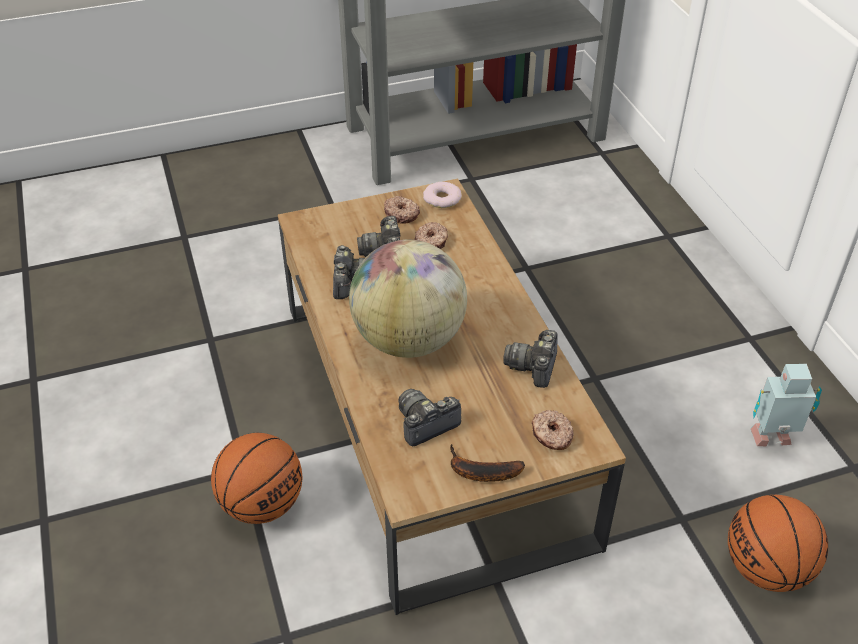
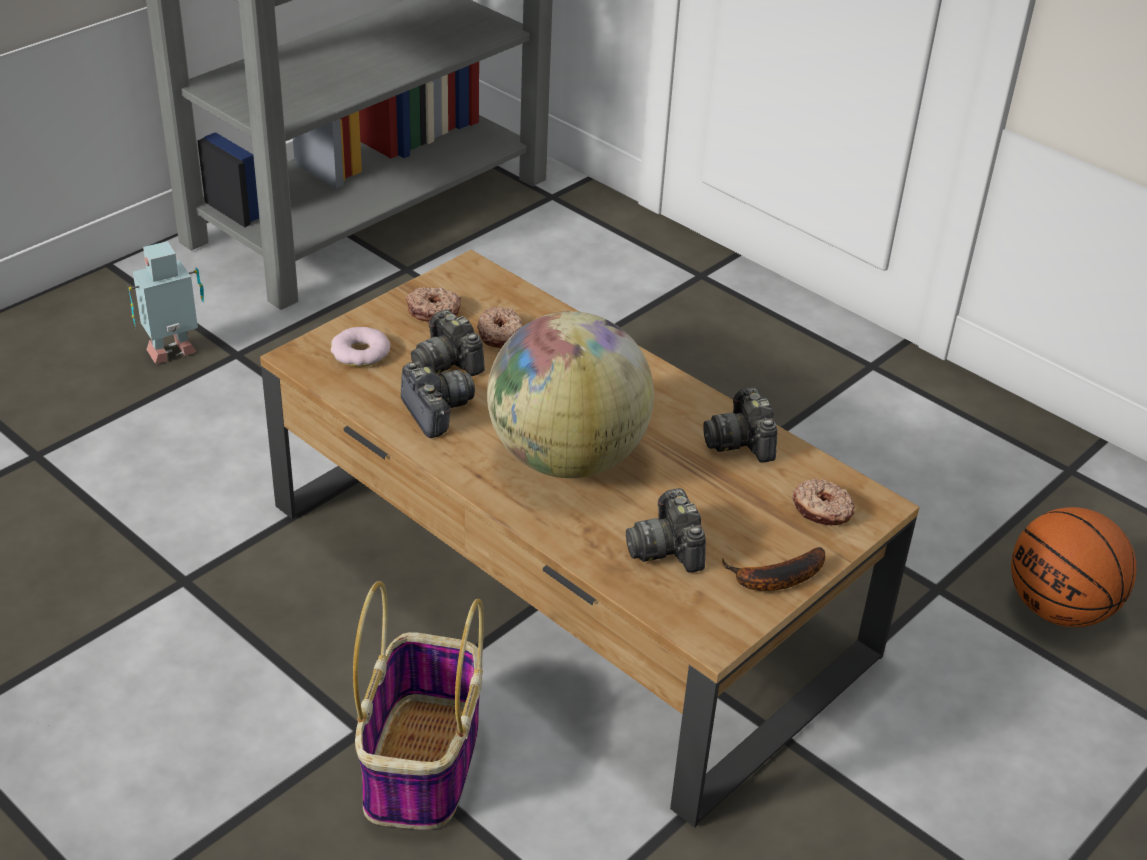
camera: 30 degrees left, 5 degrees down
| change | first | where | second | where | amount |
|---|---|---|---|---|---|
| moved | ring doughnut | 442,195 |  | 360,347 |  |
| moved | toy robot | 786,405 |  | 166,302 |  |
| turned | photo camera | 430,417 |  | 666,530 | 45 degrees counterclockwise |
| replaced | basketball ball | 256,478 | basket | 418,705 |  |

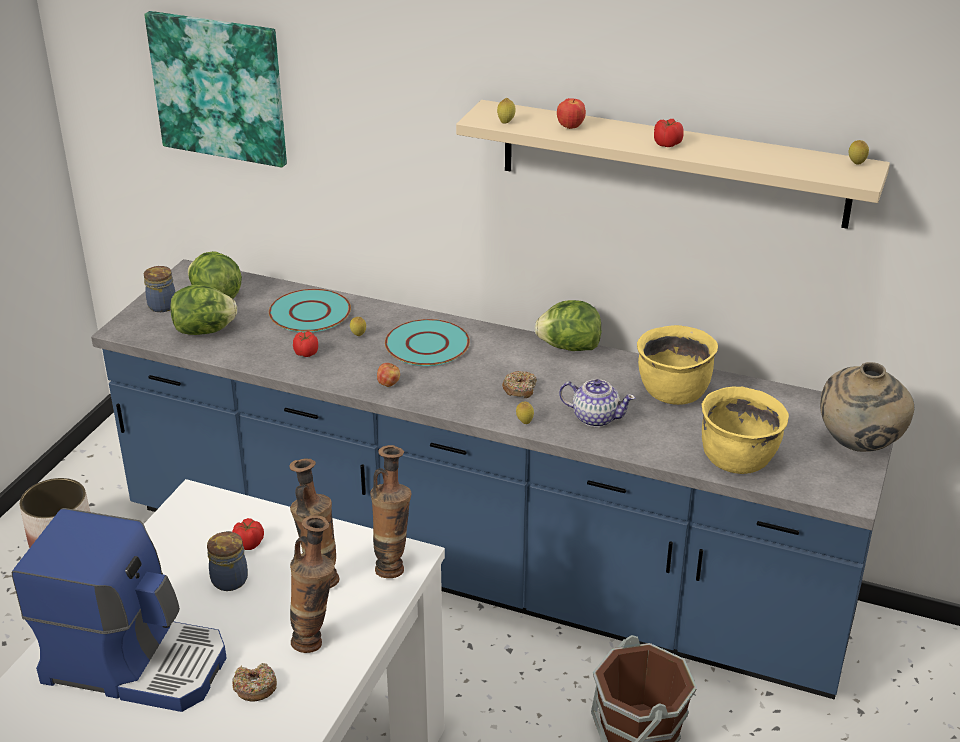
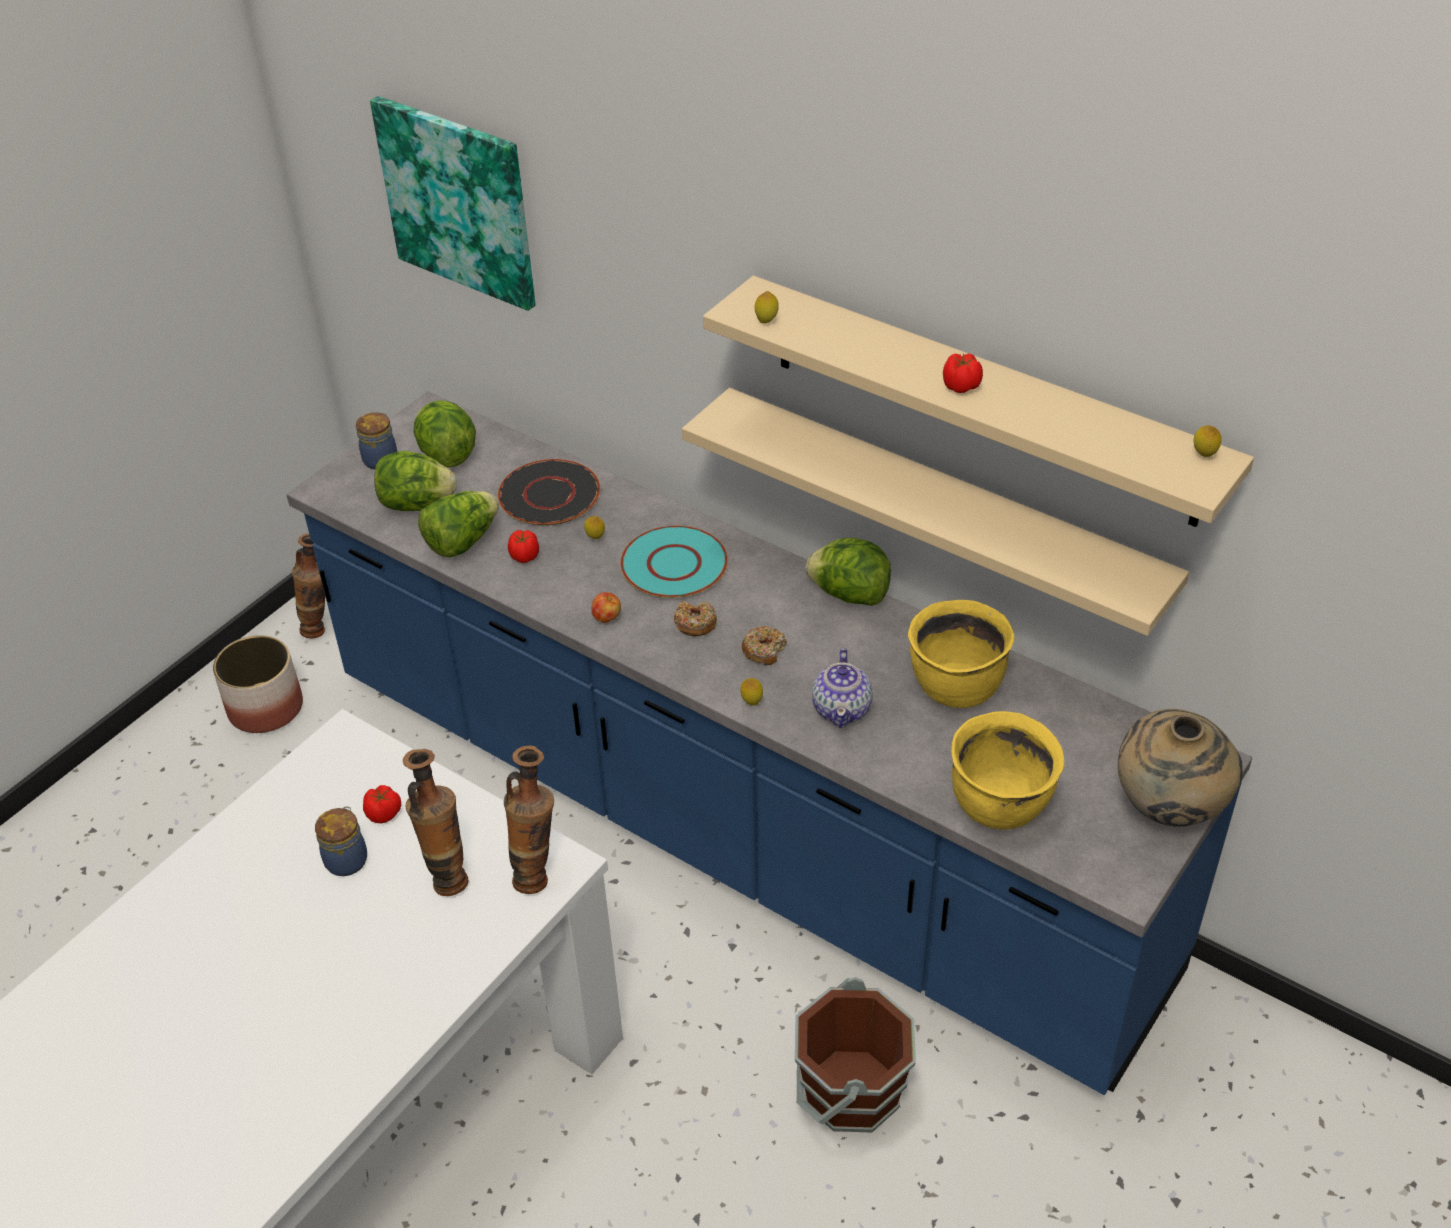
camera: 15 degrees right, 10 degrees up
| change | first | where | second | where | amount |
|---|---|---|---|---|---|
| removed | apple | 571,113 |  |  |  |
| recoloured | plate (turquoise) | 310,311 | plate (black-coloured) | 549,492 |  |
| turned | tea pot | 597,403 |  | 842,688 | 60 degrees clockwise |
| removed | coffee brewer | 119,610 |  |  |  |
| moved | flower vase | 312,584 |  | 308,586 |  |
| moved | ring doughnut | 254,682 |  | 695,618 |  |
| added |  |  | shelf (beige-coloured) | 935,512 |  |
| added |  |  | lettuce head | 458,524 |  |

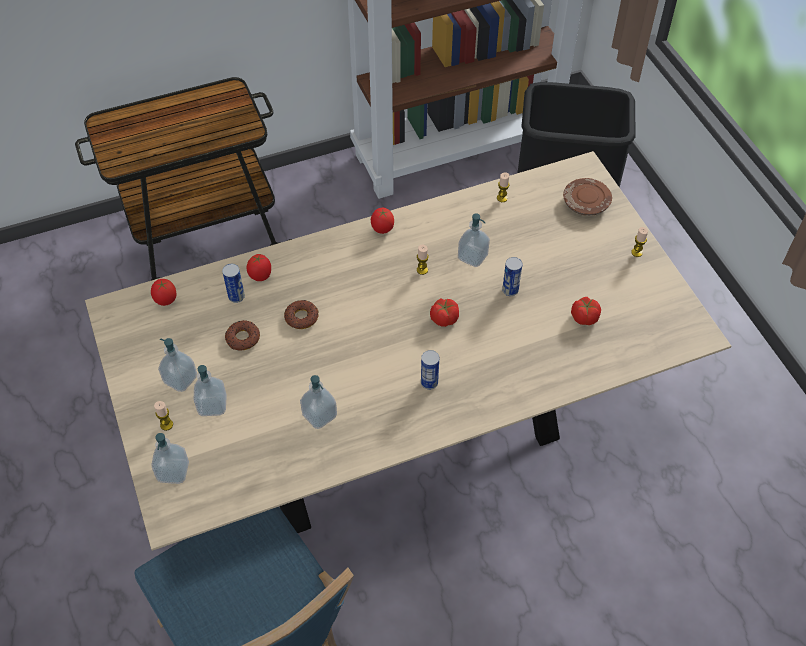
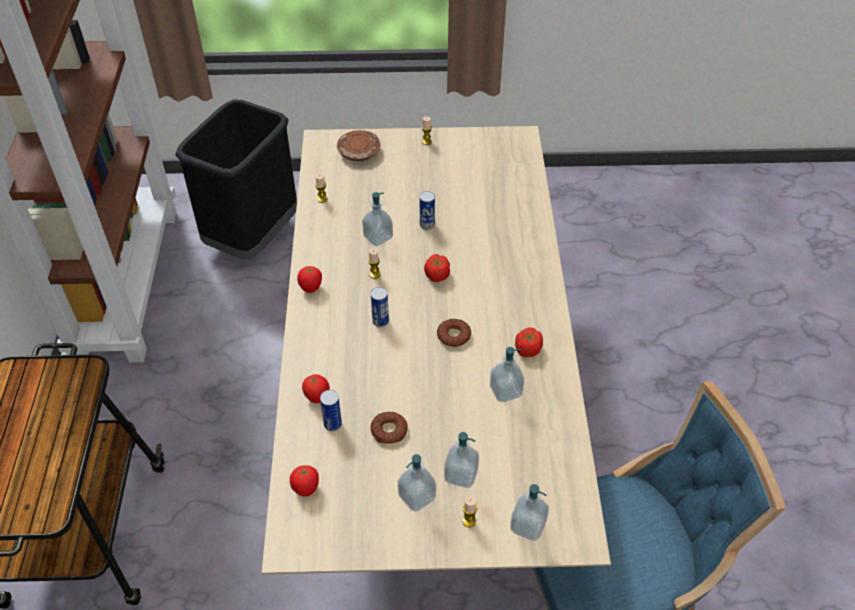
camera: 70 degrees left, 5 degrees down
| change | first | where | second | where | amount |
|---|---|---|---|---|---|
| moved | fresh tomato | 586,311 |  | 529,342 |  |
| moved | ring doughnut | 301,314 |  | 454,333 |  |
| moved | sealed can | 430,370 |  | 380,307 |  |

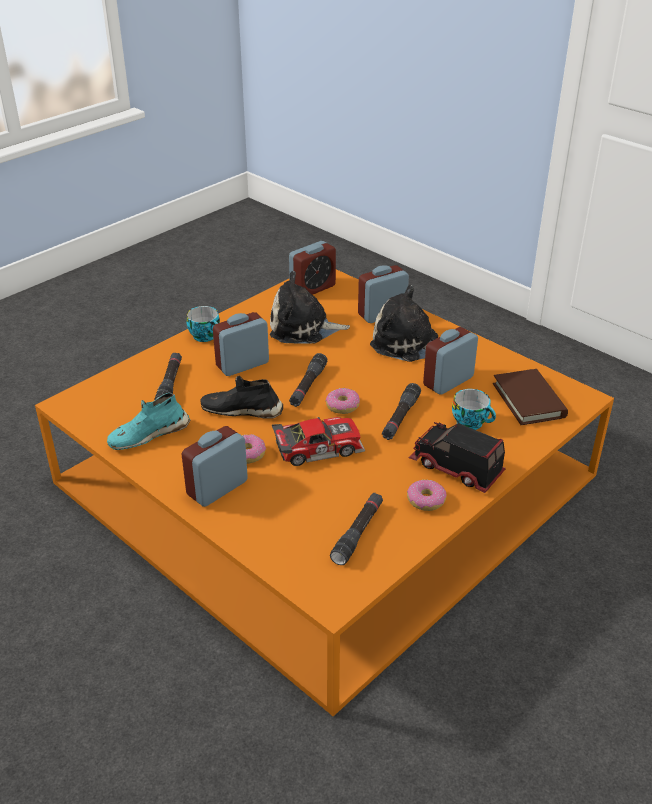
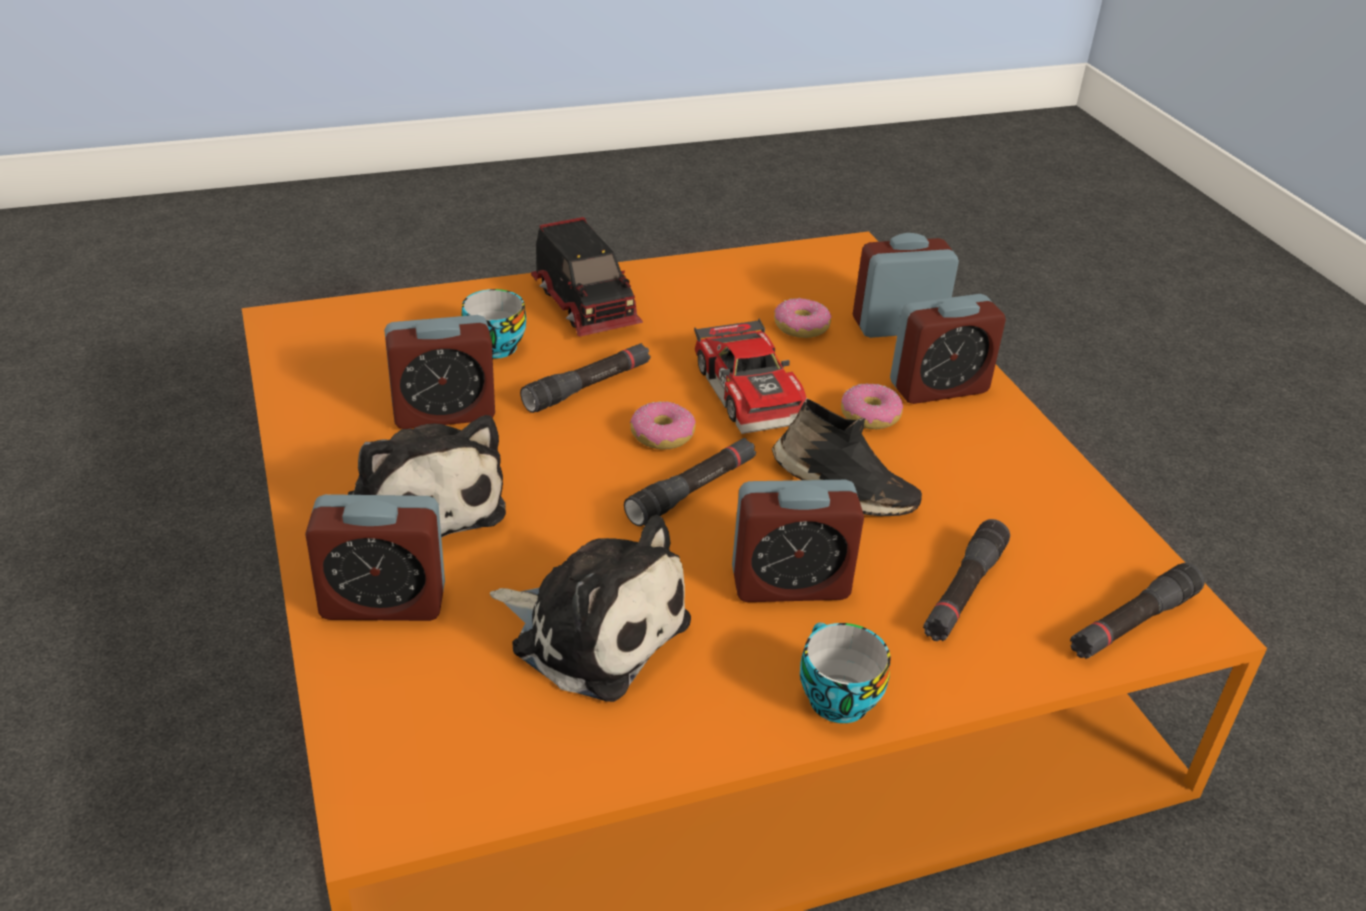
camera: 155 degrees left, 0 degrees up
| change | first | where | second | where | amount |
|---|---|---|---|---|---|
| moved | alarm clock | 312,268 |  | 906,285 |  |
| removed | bound book (brown-coloured) | 530,397 |  |  |  |
| removed | item of footwear (turquoise) | 149,421 |  |  |  |
| turned | miniature car | 318,441 |  | 750,376 | 120 degrees counterclockwise |
| moved | ring doughnut | 427,495 |  | 803,318 |  |
| moved | flashlight (black-coloured) | 356,529 |  | 1137,611 |  |

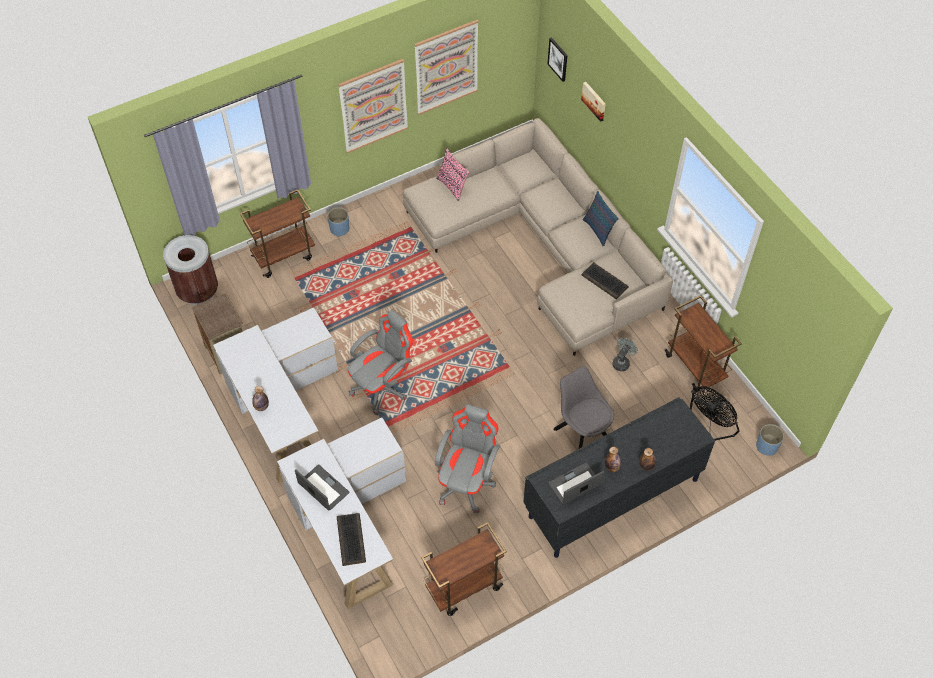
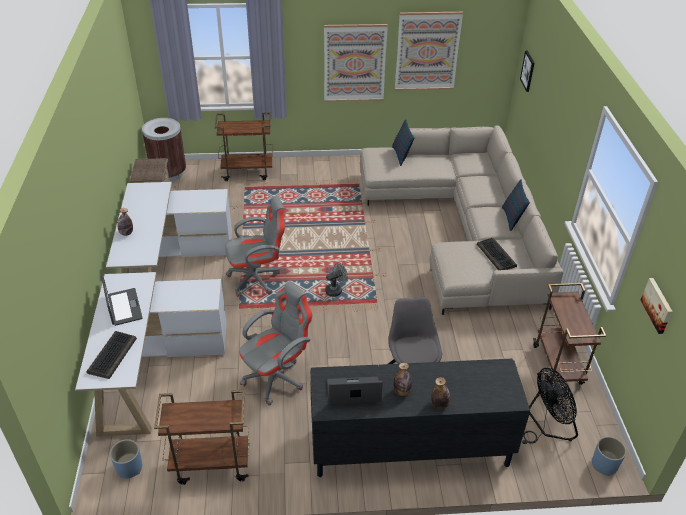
camera: 25 degrees right, 15 degrees down
| change | first | where | second | where | amount |
|---|---|---|---|---|---|
| moved | wall picture | 593,102 |  | 657,306 |  |
| recoloured | throw pillow (pinkish) | 452,175 | throw pillow (blue-coloured) | 403,142 |  |
| moved | planter (blue-coloured) | 338,222 |  | 126,458 |  |
| moved | cooling fan (gray) | 625,354 |  | 336,280 |  |

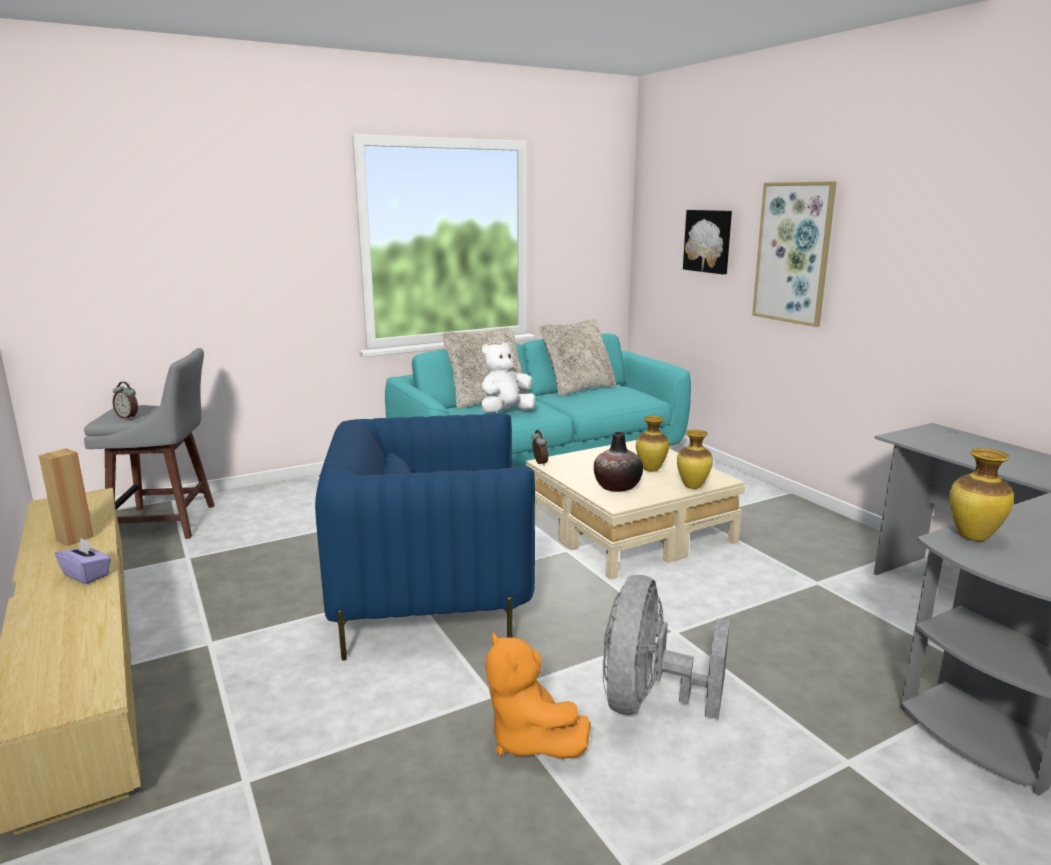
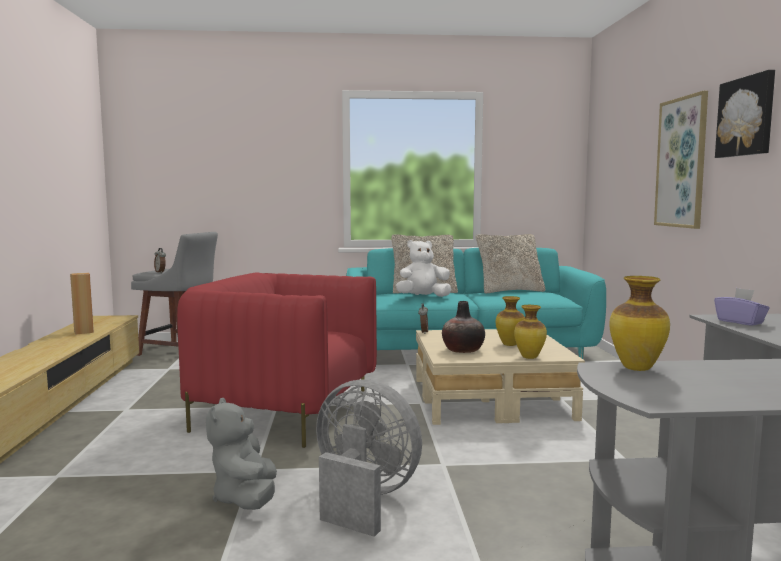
camera: 25 degrees right, 10 degrees down
| change | first | where | second | where | amount |
|---|---|---|---|---|---|
| moved | wall picture | 707,242 |  | 745,114 |  |
| recoloured | lounge chair (blue-coloured) | 425,536 | lounge chair (red) | 277,360 |  |
| moved | tissue box (purple) | 83,561 |  | 742,307 |  |
| turned | cooling fan (gray) | 666,647 |  | 369,458 | 75 degrees clockwise |
| recoloured | plush toy (orange) | 538,695 | plush toy (gray) | 241,454 |  |

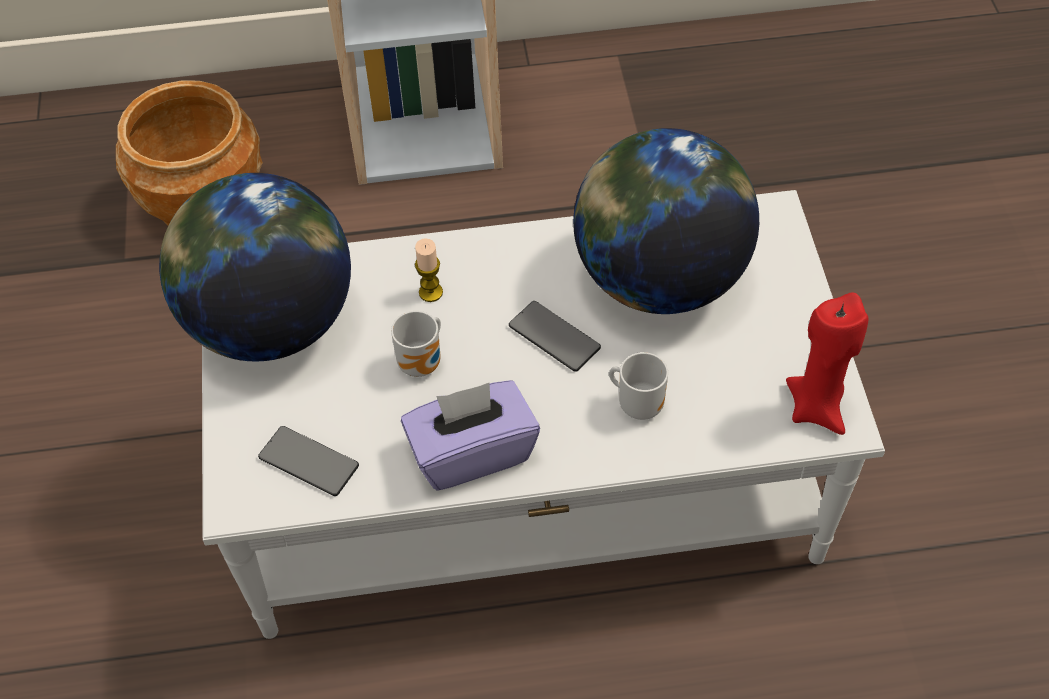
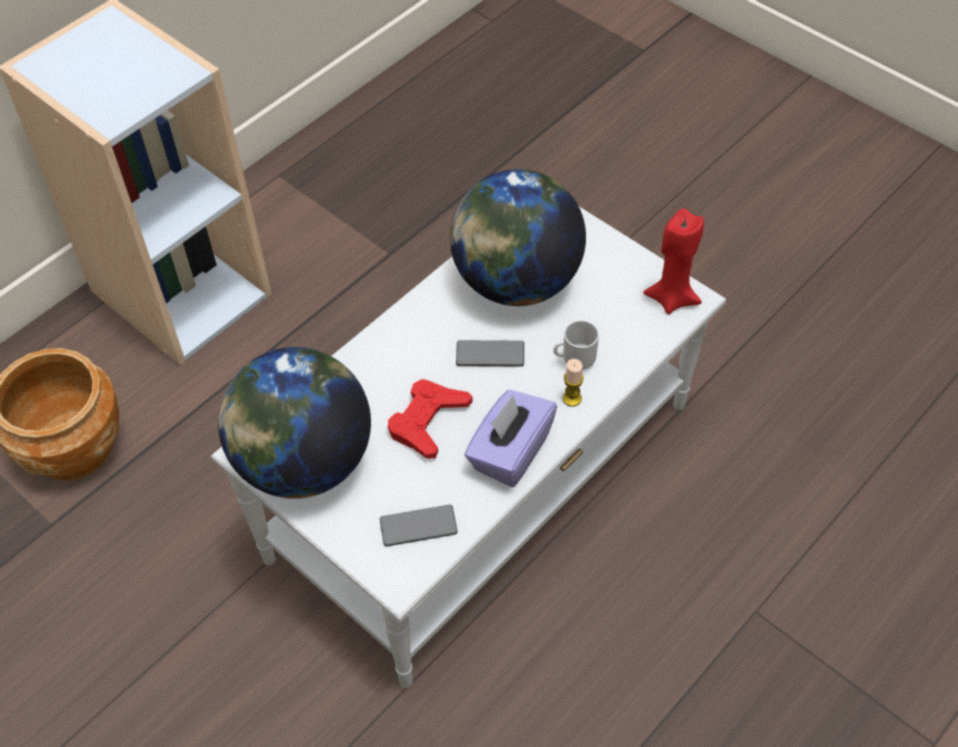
camera: 40 degrees left, 0 degrees up
| change | first | where | second | where | amount |
|---|---|---|---|---|---|
| moved | wax candle | 429,270 |  | 573,383 |  |
| replaced | tea mug | 416,344 | game controller (red) | 430,419 |  |

